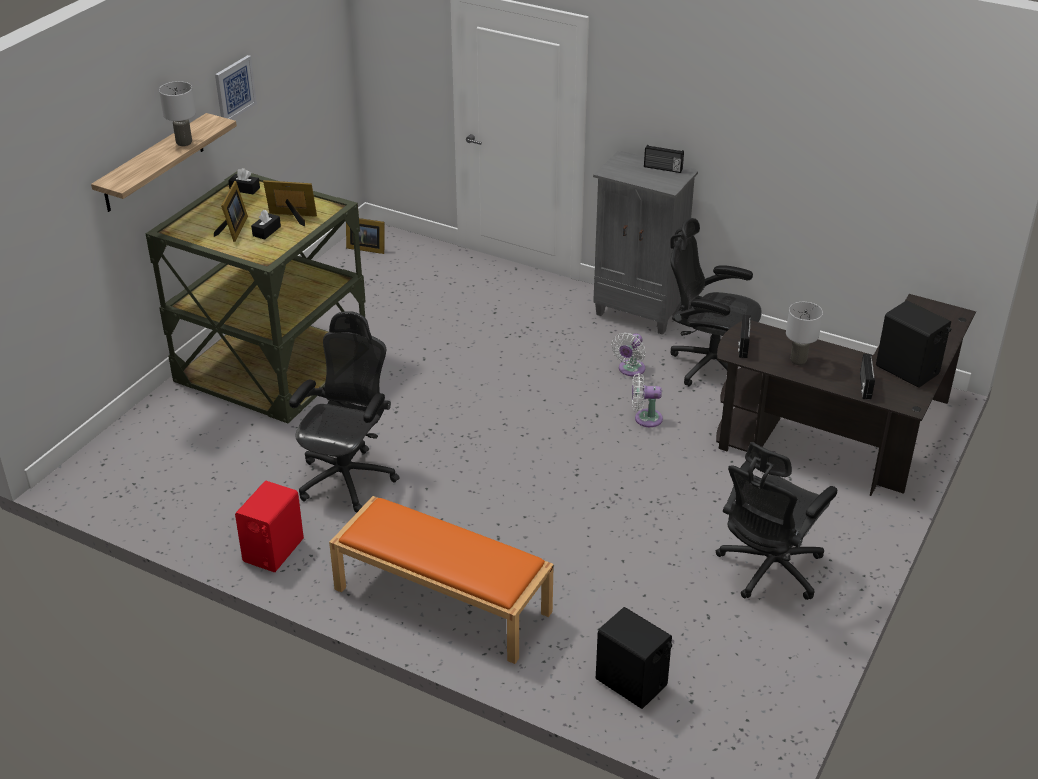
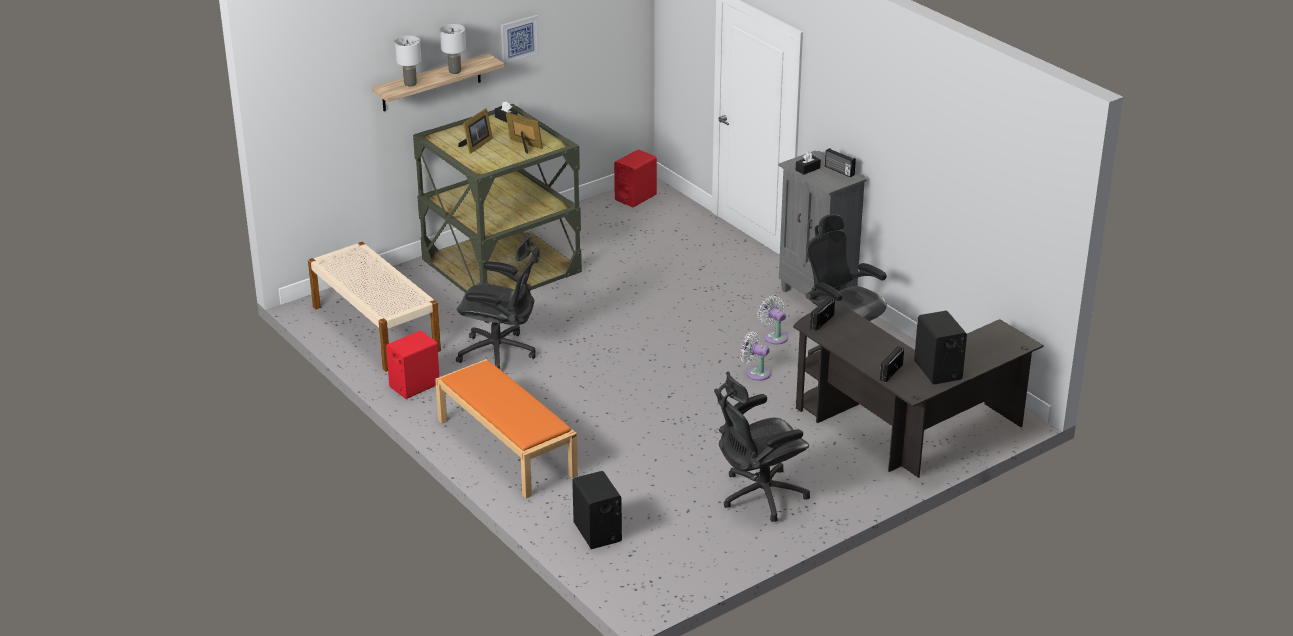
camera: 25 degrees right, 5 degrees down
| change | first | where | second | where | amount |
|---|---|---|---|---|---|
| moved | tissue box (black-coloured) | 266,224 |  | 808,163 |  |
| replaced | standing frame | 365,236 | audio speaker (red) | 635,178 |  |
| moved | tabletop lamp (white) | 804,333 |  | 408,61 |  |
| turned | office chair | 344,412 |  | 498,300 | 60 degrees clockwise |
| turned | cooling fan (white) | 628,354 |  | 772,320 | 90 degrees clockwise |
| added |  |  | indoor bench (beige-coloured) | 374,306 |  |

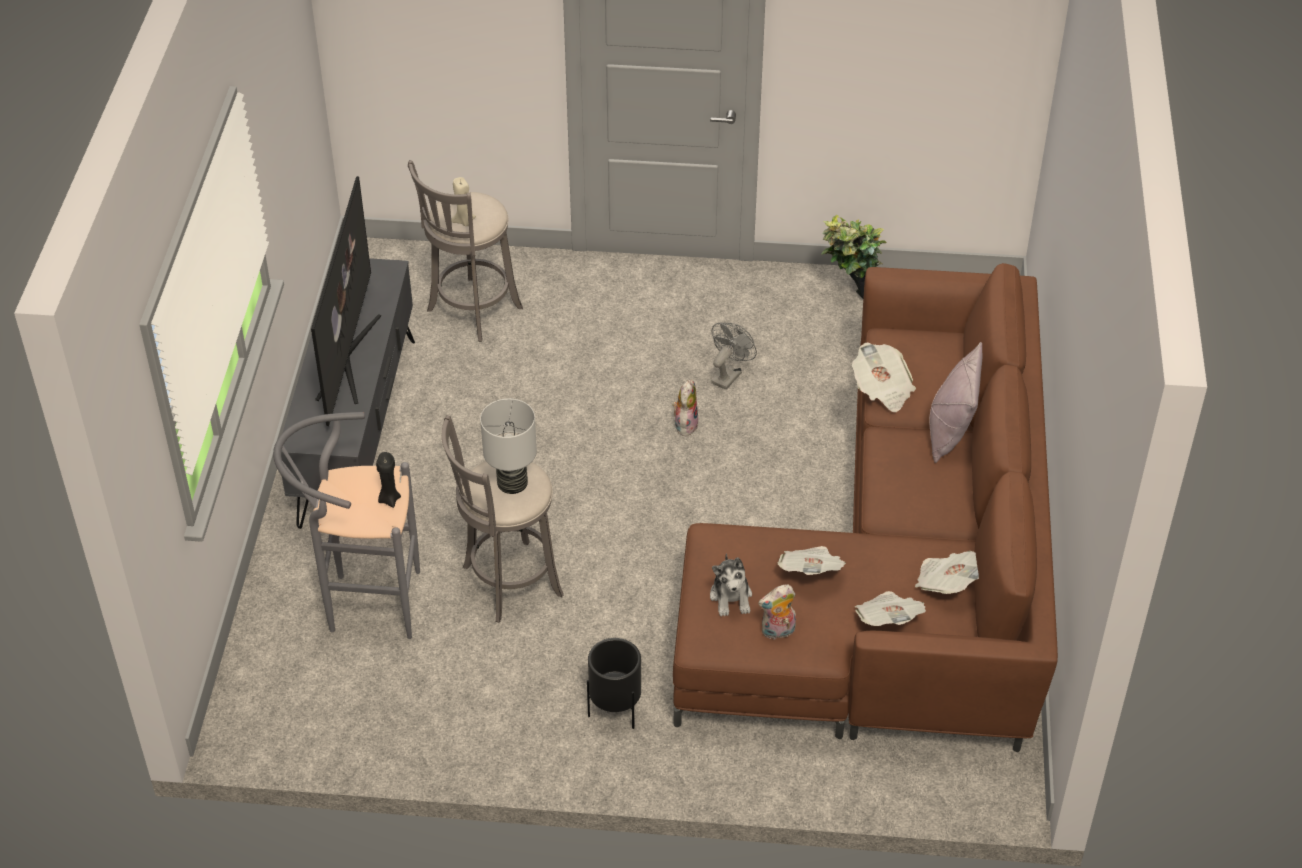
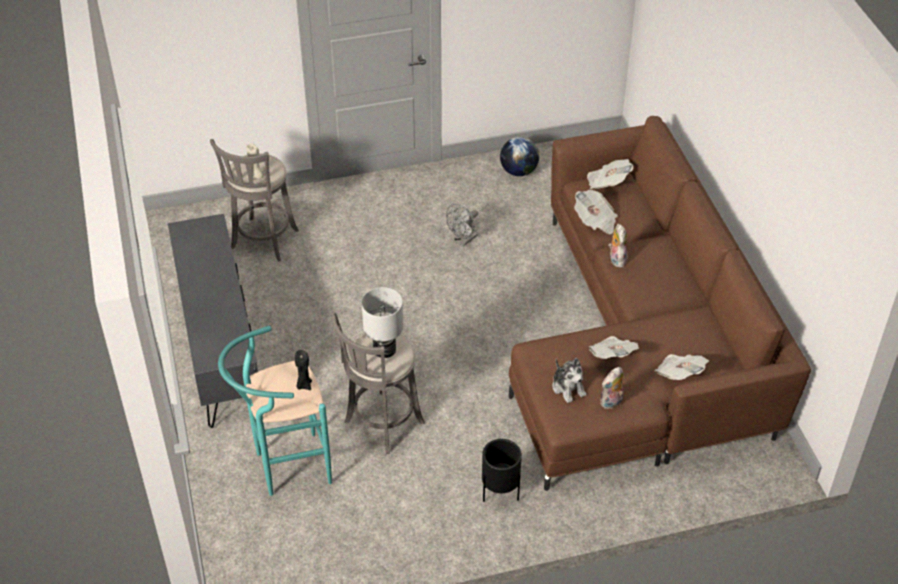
camera: 20 degrees left, 0 degrees up
| change | first | where | second | where | amount |
|---|---|---|---|---|---|
| removed | TV | 346,301 |  |  |  |
| replaced | houseplant | 854,257 | globe | 519,156 |  |
| turned | cooling fan (gray) | 734,356 |  | 462,225 | 150 degrees counterclockwise |
| removed | throw pillow (purple) | 955,402 |  |  |  |
| moved | plush toy | 685,408 |  | 617,246 |  |
| recoloured | stool (gray) | 346,525 | stool (turquoise) | 275,411 |  |
| moved | newspaper | 947,572 |  | 610,174 |  |

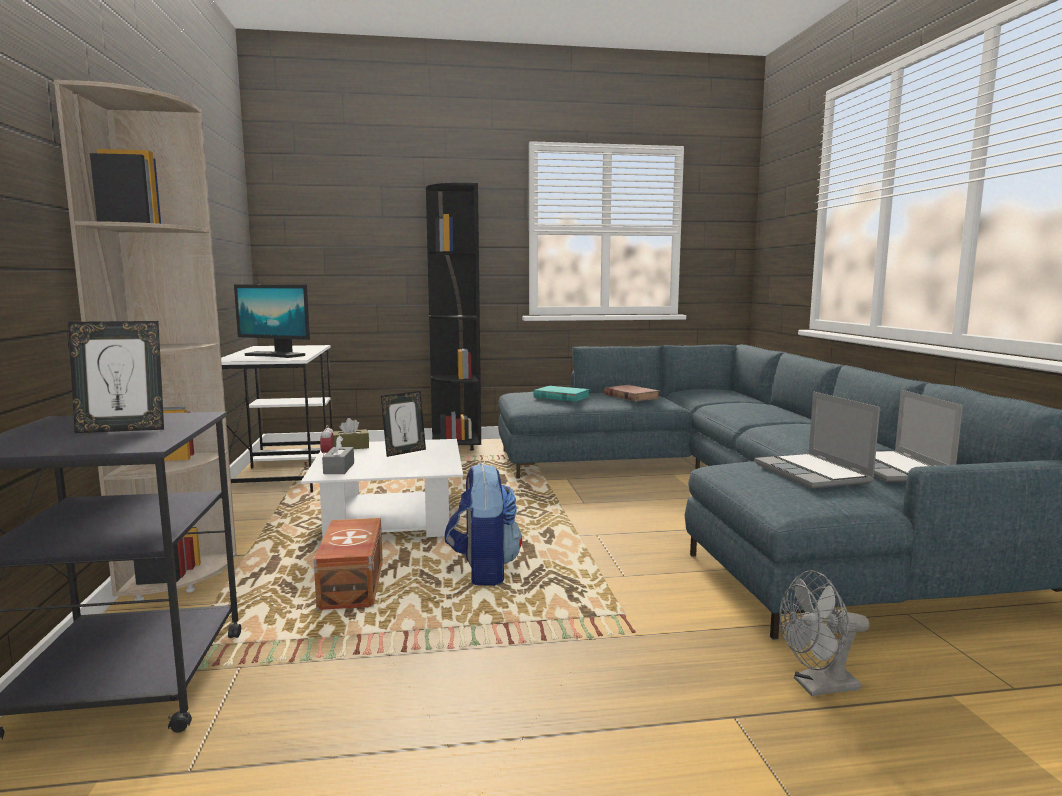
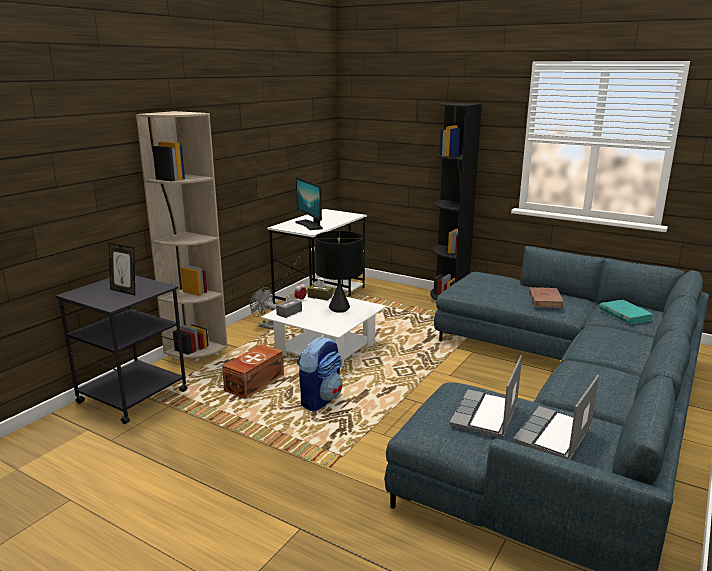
camera: 40 degrees right, 10 degrees up
| change | first | where | second | where | amount |
|---|---|---|---|---|---|
| moved | bound book (turquoise) | 561,394 |  | 627,312 |  |
| replaced | standing frame | 403,424 | tabletop lamp (black-coloured) | 339,272 |  |
| moved | cooling fan (gray) | 824,633 |  | 263,308 |  |

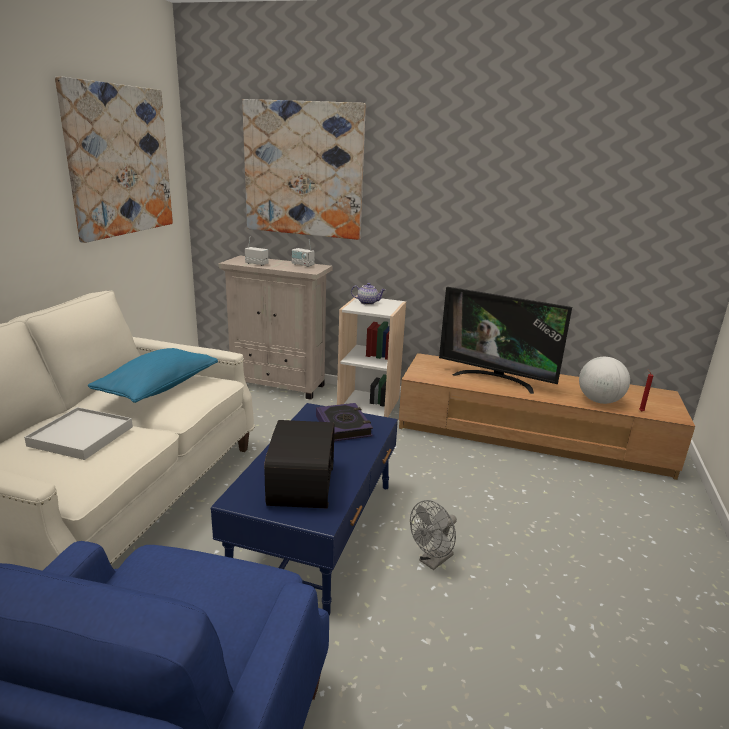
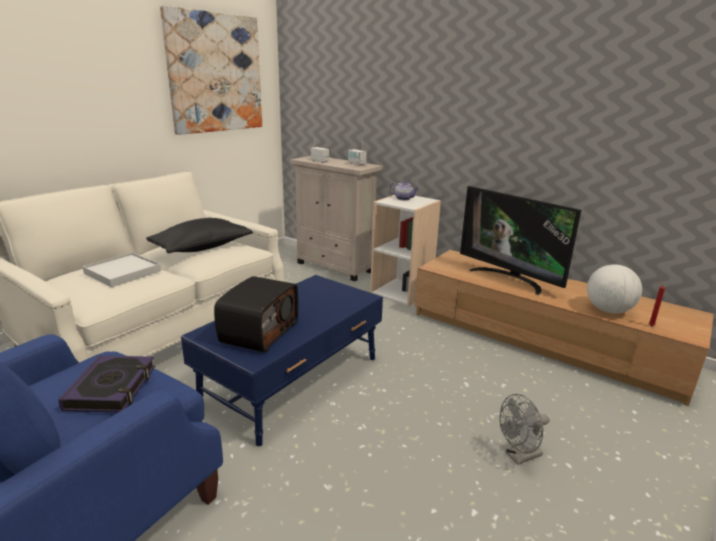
camera: 20 degrees right, 0 degrees up
| change | first | where | second | where | amount |
|---|---|---|---|---|---|
| removed | wall picture | 304,169 |  |  |  |
| recoloured | throw pillow (blue-coloured) | 153,375 | throw pillow (black-coloured) | 199,235 |  |
| moved | bound book | 344,422 |  | 106,383 |  |
| moved | cooling fan (gray) | 433,535 |  | 524,429 |  |

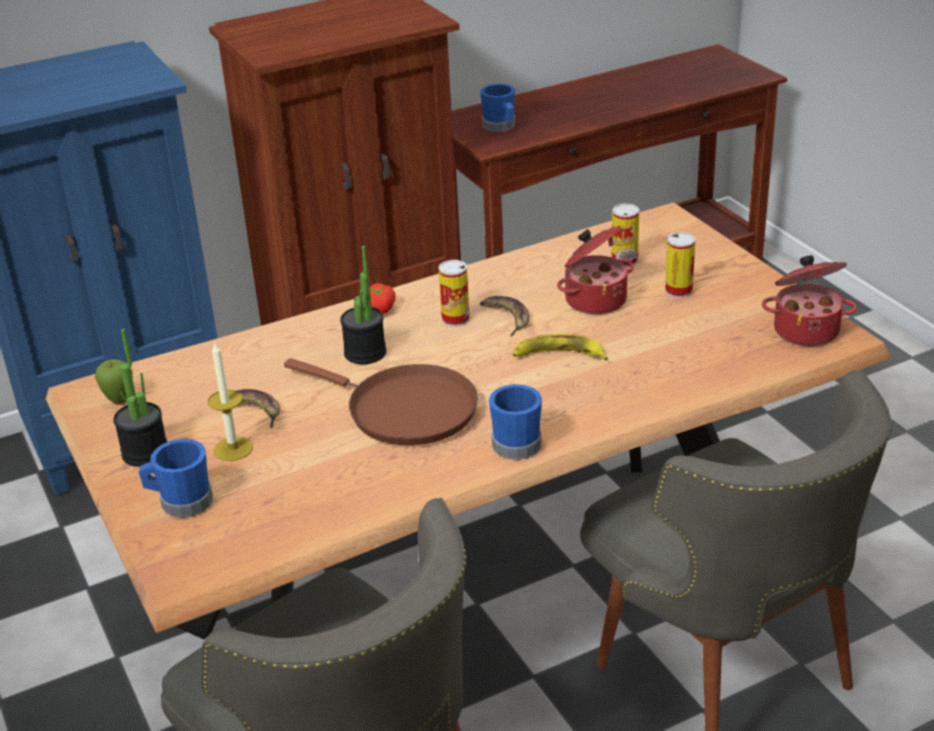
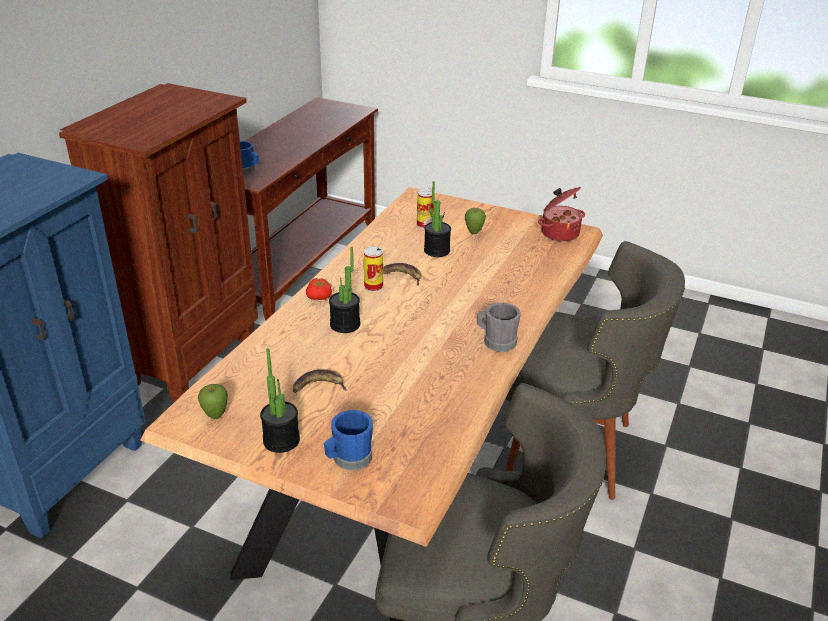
camera: 40 degrees left, 0 degrees up
| change | first | where | second | where | amount |
|---|---|---|---|---|---|
| replaced | saucepot | 595,269 | houseplant | 437,219 |  |
| replaced | sealed can | 680,265 | apple | 475,221 |  |
| removed | banana fruit | 560,347 |  |  |  |
| removed | wax candle | 230,401 |  |  |  |
| removed | skillet (brown-coloured) | 381,402 |  |  |  |
| recoloured | tea mug (blue-coloured) | 515,422 | tea mug (gray) | 499,327 |  |

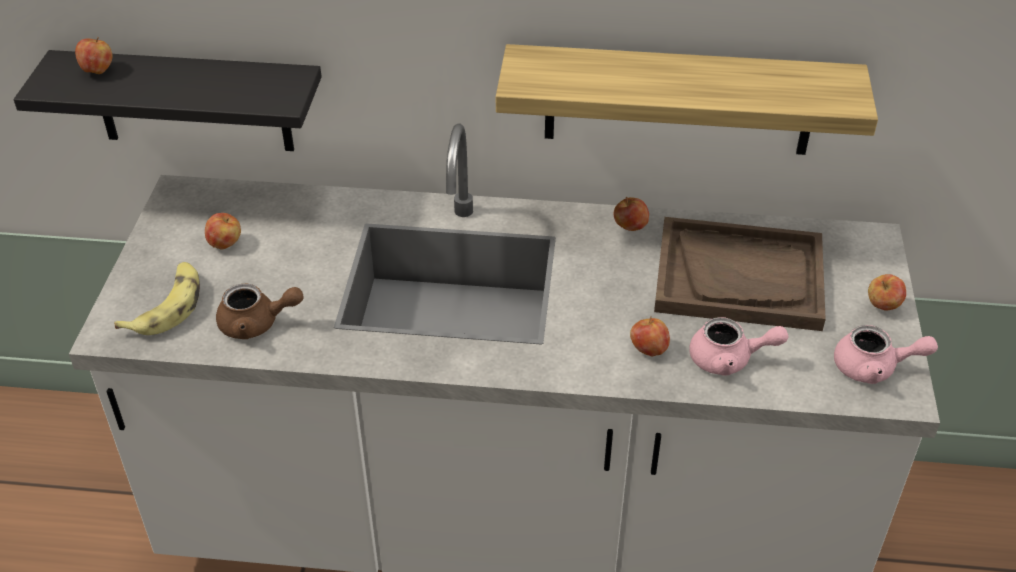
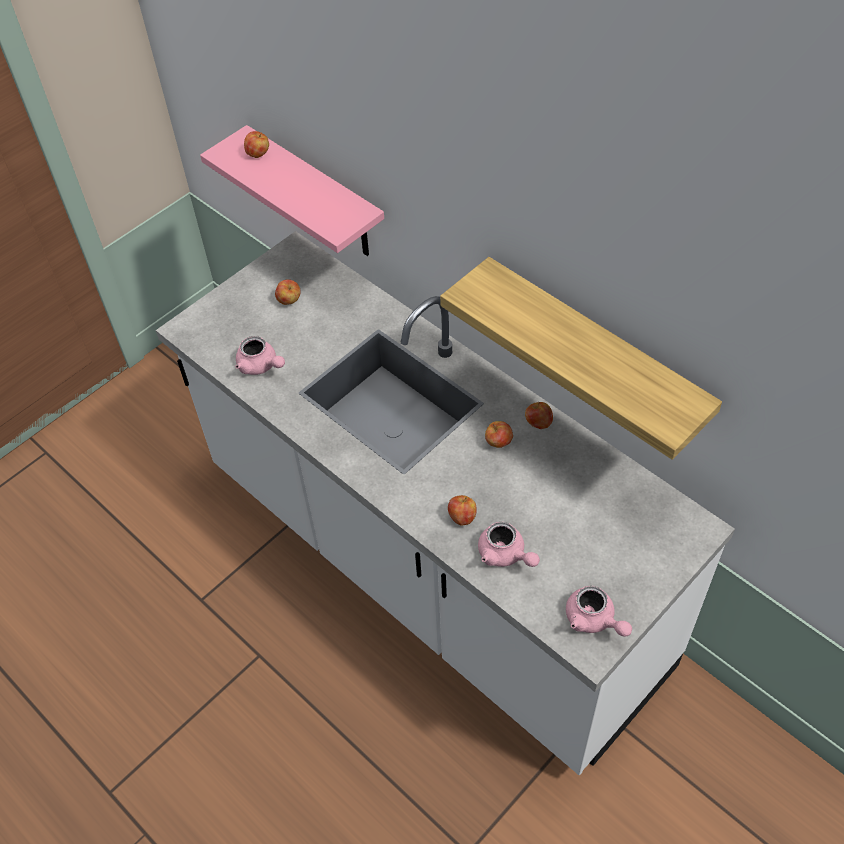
camera: 40 degrees right, 10 degrees up
| change | first | where | second | where | amount |
|---|---|---|---|---|---|
| recoloured | shelf (black-coloured) | 168,100 | shelf (pinkish) | 292,190 |  |
| removed | tray (brown-coloured) | 740,274 |  |  |  |
| removed | banana fruit | 157,298 |  |  |  |
| moved | apple | 887,292 |  | 499,434 |  |
| recoloured | tea pot (brown-coloured) | 259,311 | tea pot (pinkish) | 260,355 |  |

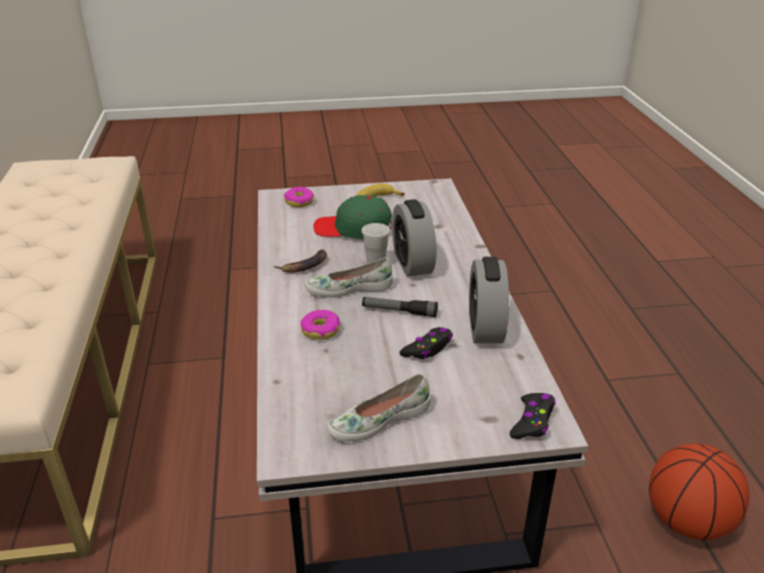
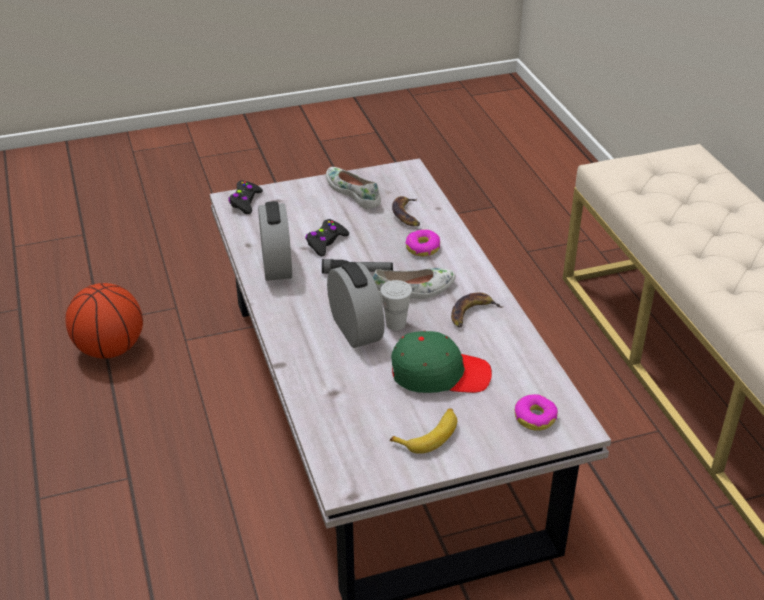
camera: 170 degrees right, 5 degrees up
| change | first | where | second | where | amount |
|---|---|---|---|---|---|
| turned | item of footwear (white) | 379,408 |  | 353,188 | 90 degrees counterclockwise |
| added |  |  | banana fruit | 406,211 |  |

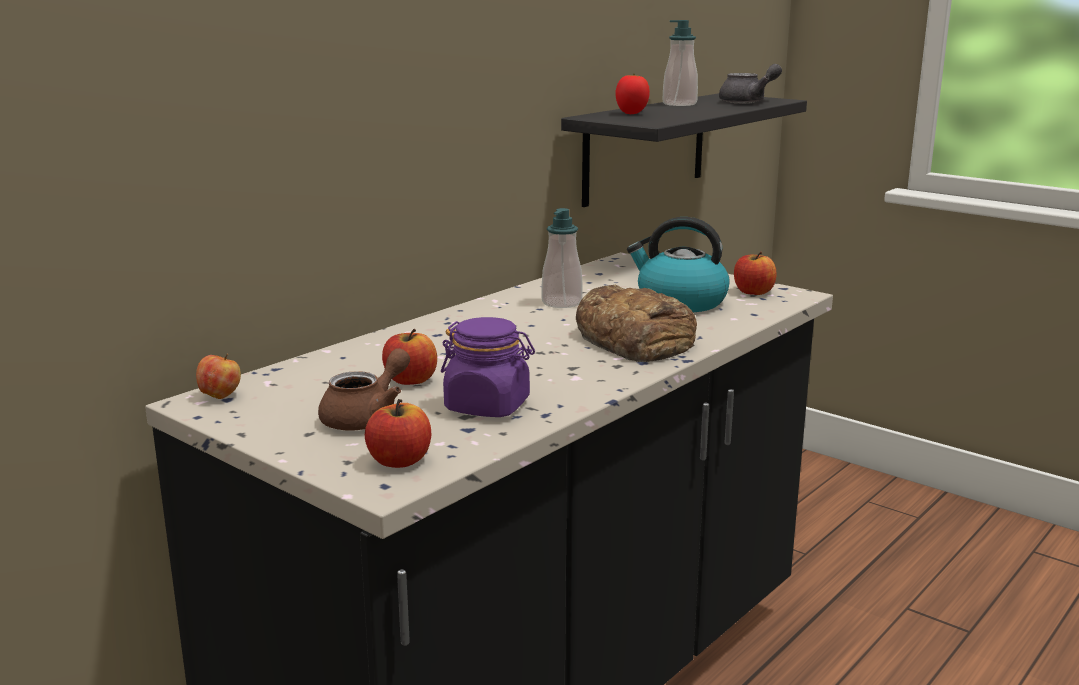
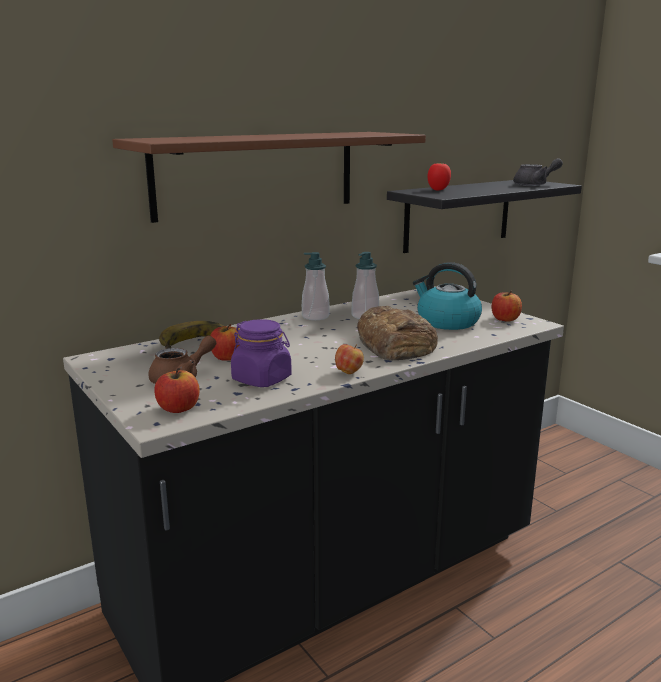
camera: 15 degrees right, 0 degrees up
| change | first | where | second | where | amount |
|---|---|---|---|---|---|
| moved | soap bottle | 680,63 |  | 316,286 |  |
| moved | apple | 218,376 |  | 349,359 |  |
| added |  |  | shelf (brown-coloured) | 269,177 |  |
| added |  |  | banana fruit | 191,335 |  |

